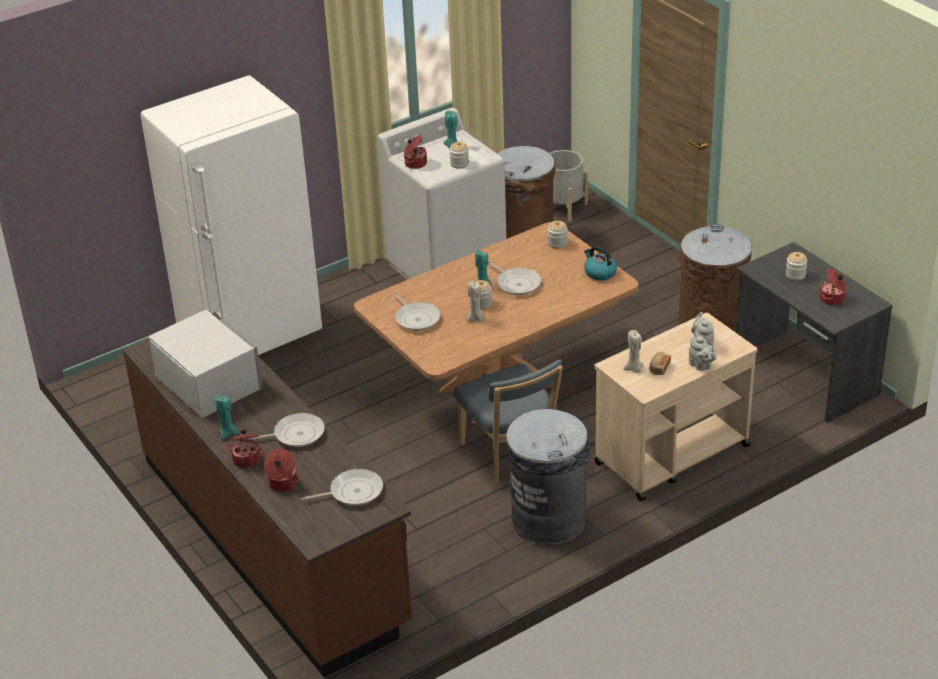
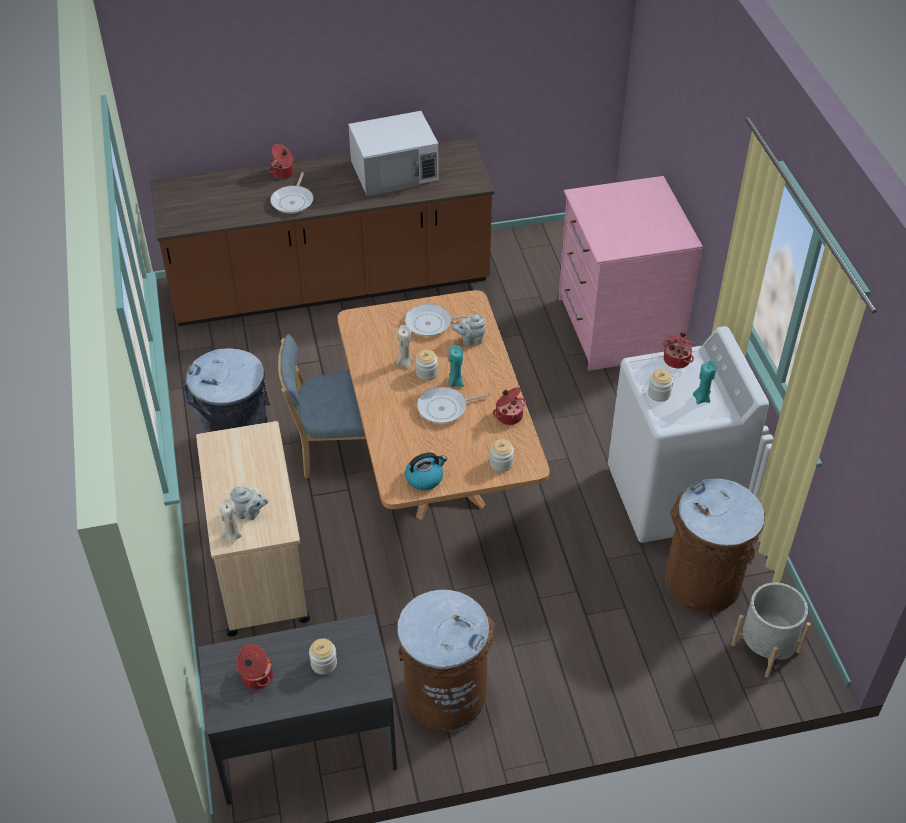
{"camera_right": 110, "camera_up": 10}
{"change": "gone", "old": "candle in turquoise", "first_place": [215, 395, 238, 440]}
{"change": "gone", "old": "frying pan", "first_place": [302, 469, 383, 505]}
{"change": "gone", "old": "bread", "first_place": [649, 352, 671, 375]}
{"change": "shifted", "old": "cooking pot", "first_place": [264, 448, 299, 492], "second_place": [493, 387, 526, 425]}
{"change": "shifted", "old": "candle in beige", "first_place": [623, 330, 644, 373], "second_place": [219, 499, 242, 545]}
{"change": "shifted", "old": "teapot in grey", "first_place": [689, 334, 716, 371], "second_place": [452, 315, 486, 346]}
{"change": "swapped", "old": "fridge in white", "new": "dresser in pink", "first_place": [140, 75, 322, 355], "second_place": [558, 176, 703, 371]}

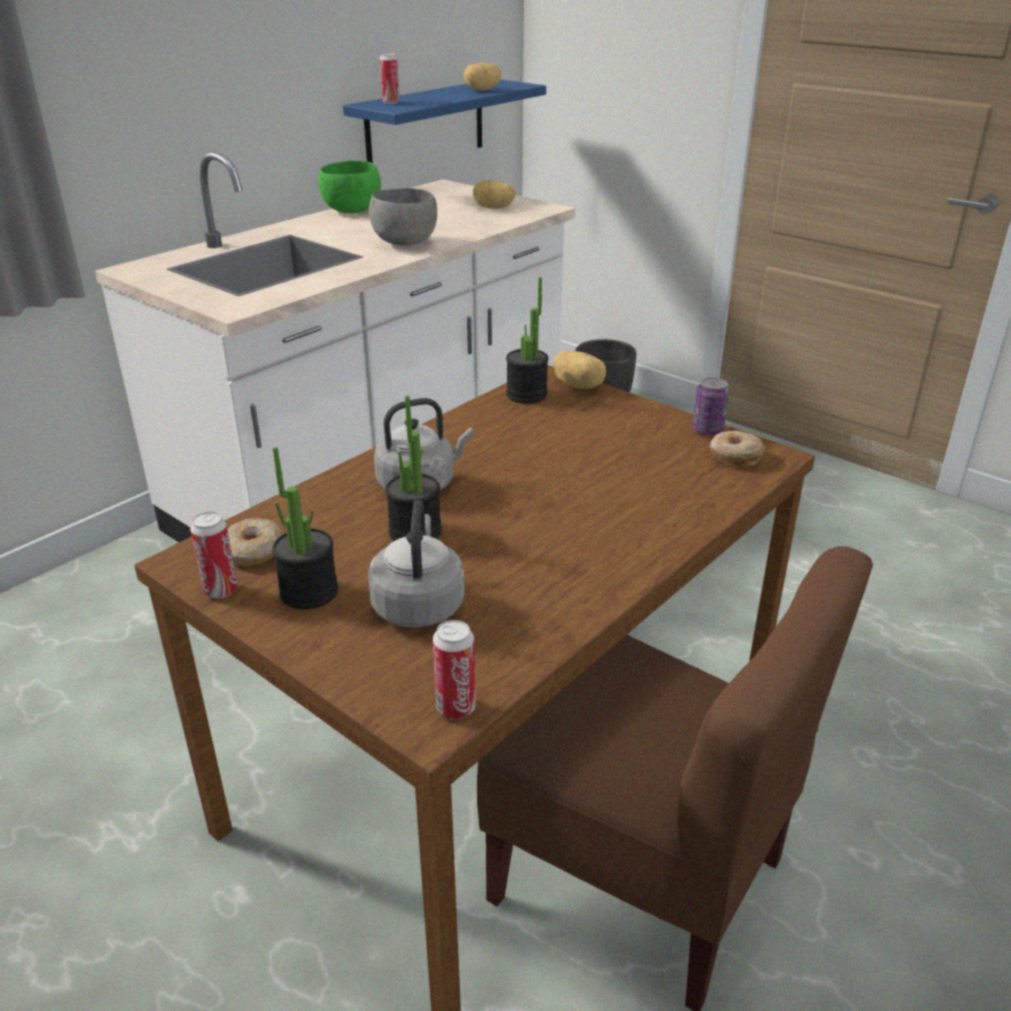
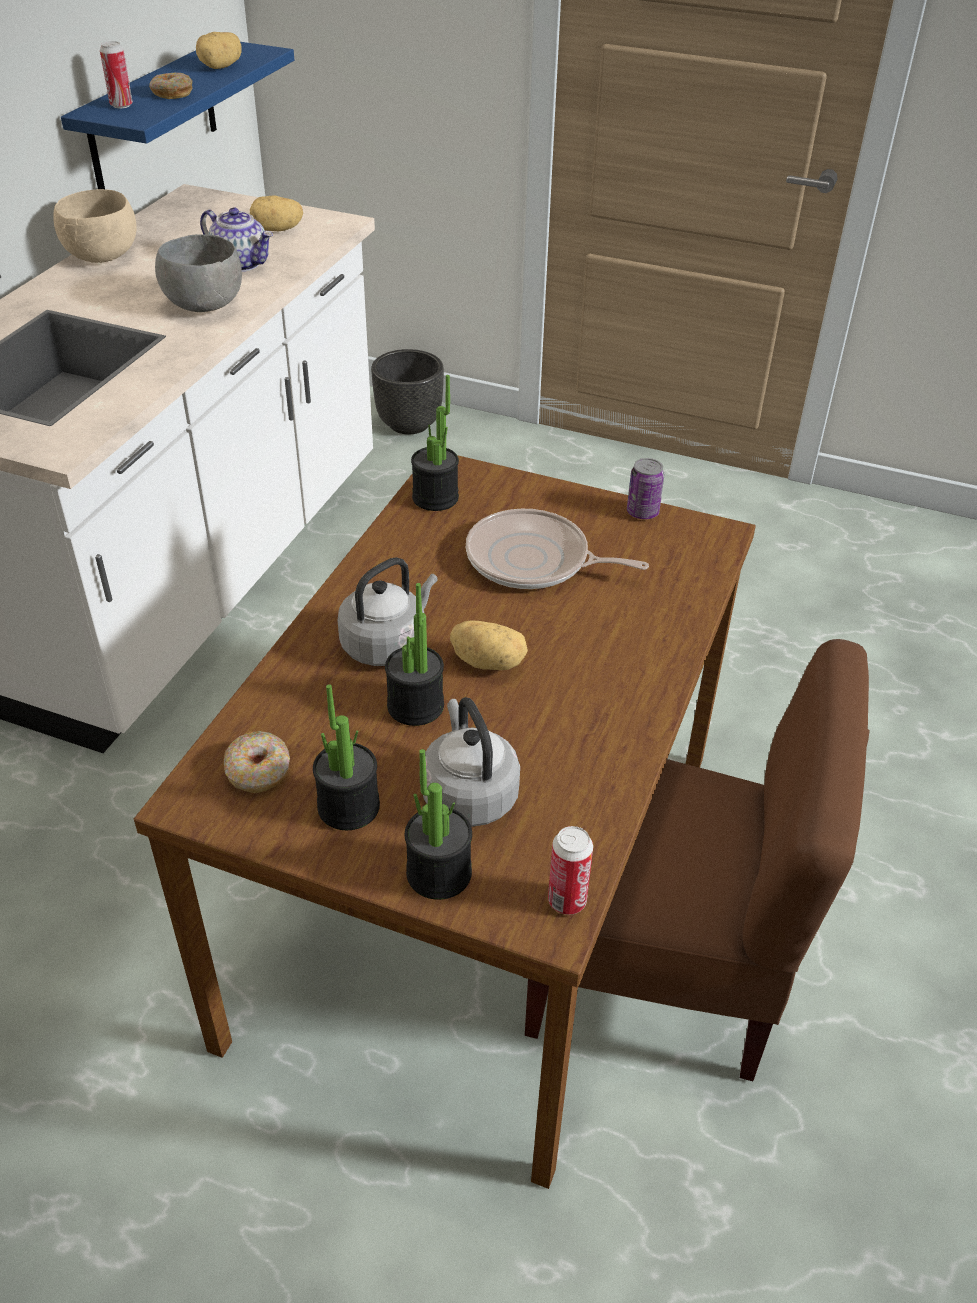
{"camera_right": -20, "camera_up": 10}
{"change": "gone", "old": "can", "first_place": [190, 512, 238, 598]}
{"change": "new", "new": "teapot", "second_place": [200, 208, 273, 272]}
{"change": "new", "new": "potted plant", "second_place": [405, 749, 472, 900]}
{"change": "new", "new": "frying pan", "second_place": [466, 509, 649, 589]}
{"change": "shifted", "old": "potato", "first_place": [553, 350, 606, 389], "second_place": [450, 620, 528, 670]}
{"change": "shifted", "old": "donut", "first_place": [710, 431, 765, 467], "second_place": [149, 73, 192, 99]}
{"change": "repainted", "old": "bowl in green", "new": "bowl in beige", "first_place": [319, 161, 381, 214], "second_place": [53, 189, 137, 263]}

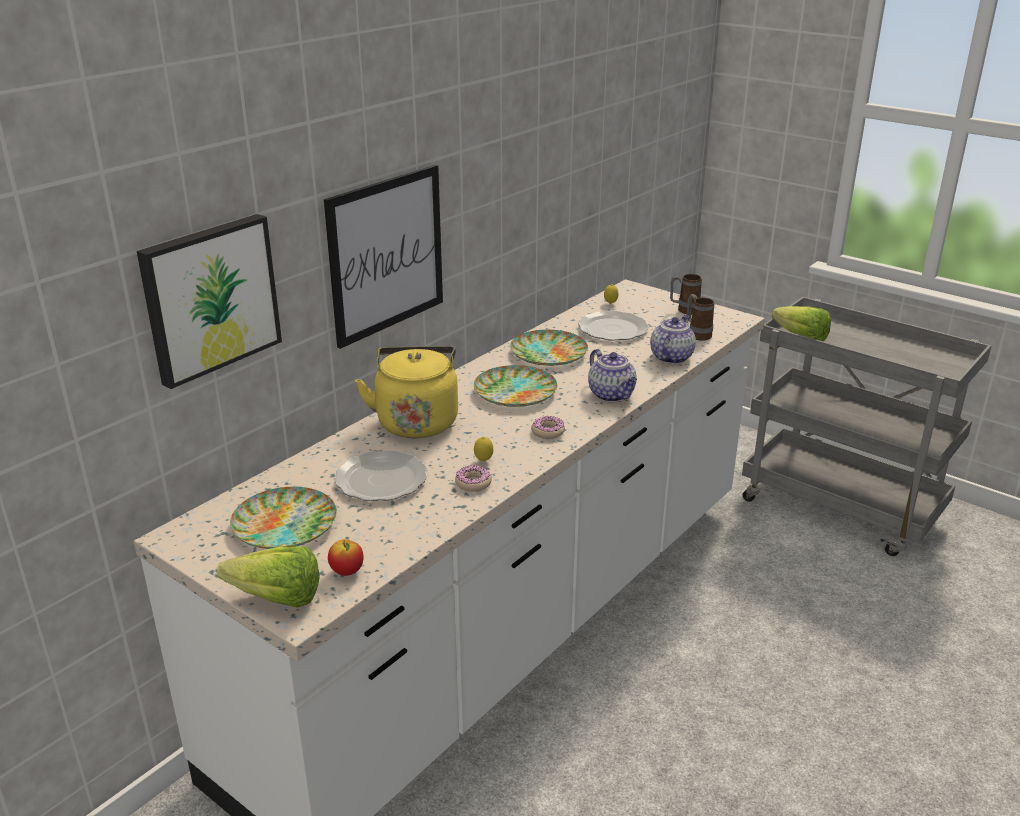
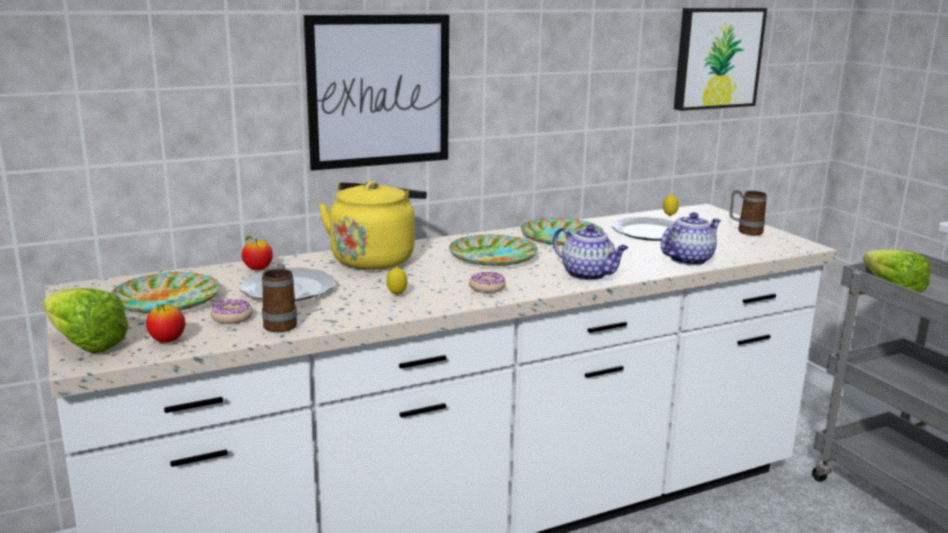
{"camera_right": 25, "camera_up": -10}
{"change": "new", "new": "apple", "second_place": [242, 236, 273, 270]}
{"change": "shifted", "old": "picture", "first_place": [137, 214, 282, 389], "second_place": [674, 8, 767, 111]}
{"change": "shifted", "old": "donut", "first_place": [455, 465, 492, 492], "second_place": [211, 299, 253, 324]}
{"change": "shifted", "old": "mug", "first_place": [687, 294, 714, 341], "second_place": [262, 263, 297, 332]}
{"change": "rotated", "old": "teapot", "first_place": [588, 349, 637, 402], "second_place": [553, 224, 628, 281], "degrees": -45}

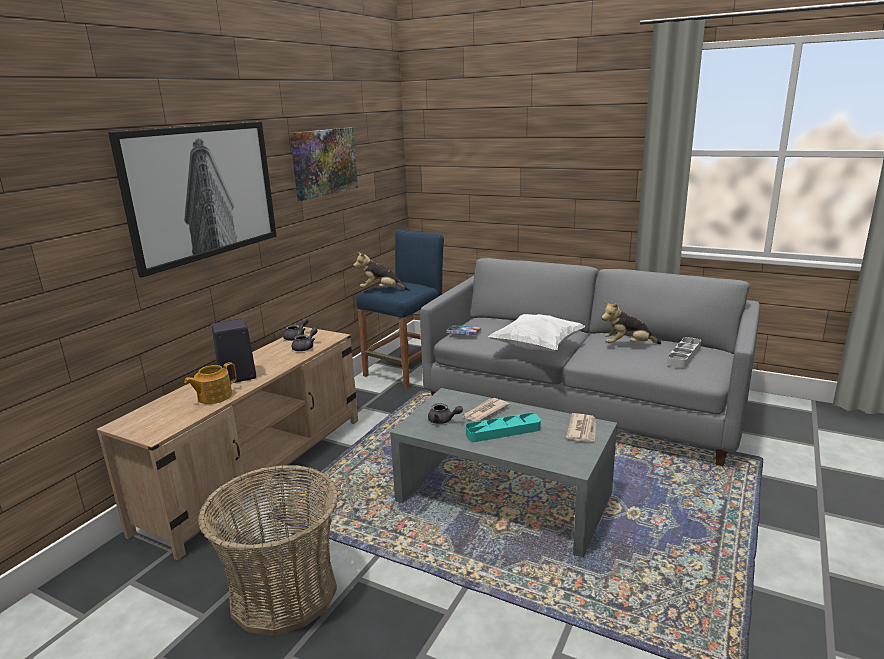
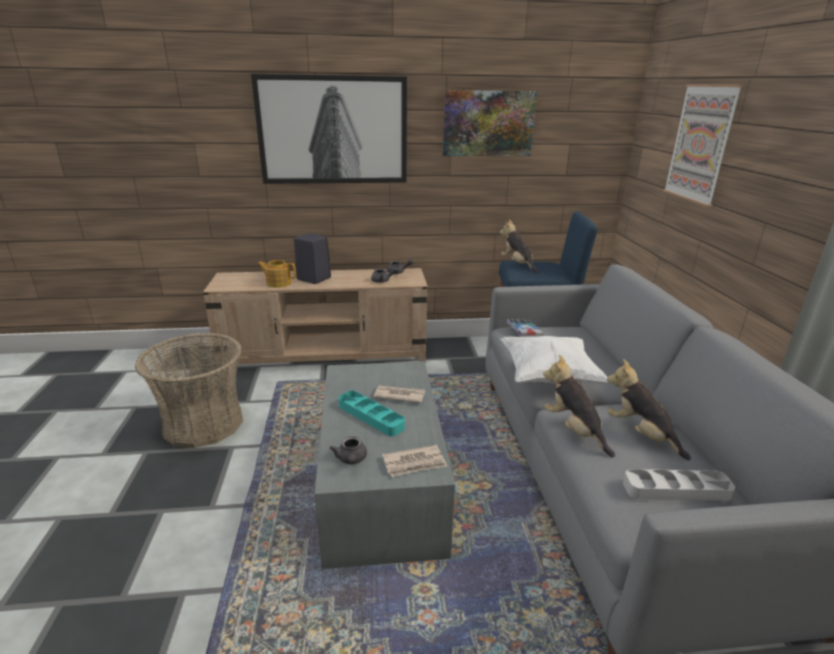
{"camera_right": 55, "camera_up": 5}
{"change": "new", "new": "plush toy", "second_place": [543, 355, 615, 457]}
{"change": "new", "new": "picture", "second_place": [663, 84, 744, 207]}
{"change": "shifted", "old": "teapot in grey", "first_place": [428, 403, 463, 424], "second_place": [330, 436, 367, 464]}

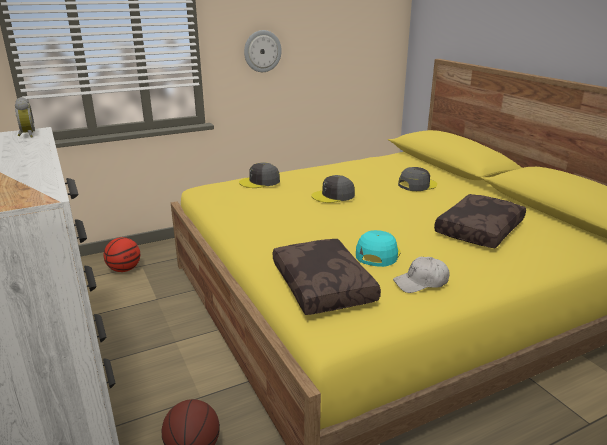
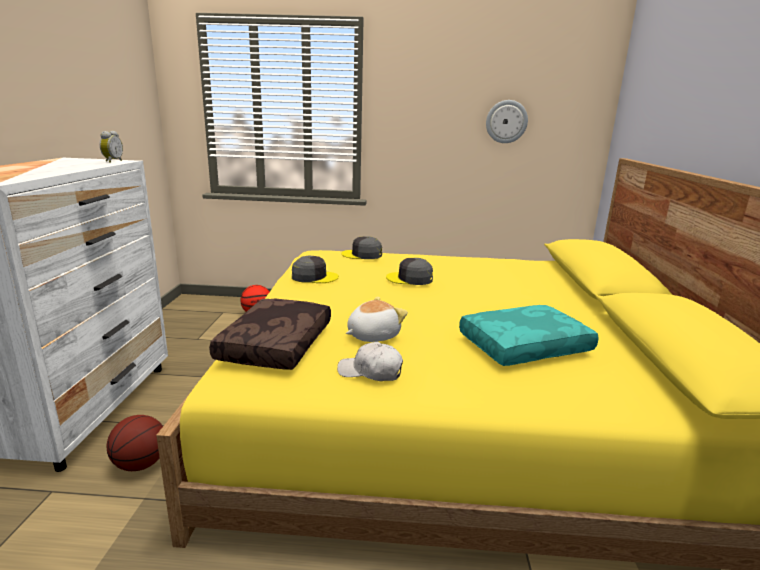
{"camera_right": 30, "camera_up": -5}
{"change": "shifted", "old": "wall clock", "first_place": [244, 30, 282, 72], "second_place": [486, 100, 528, 143]}
{"change": "shifted", "old": "cap in grey", "first_place": [398, 167, 437, 191], "second_place": [292, 256, 339, 283]}
{"change": "swapped", "old": "cap in turquoise", "new": "plush toy", "first_place": [356, 230, 401, 267], "second_place": [346, 297, 408, 342]}
{"change": "repainted", "old": "pillow in brown", "new": "pillow in turquoise", "first_place": [434, 194, 526, 248], "second_place": [459, 305, 599, 366]}

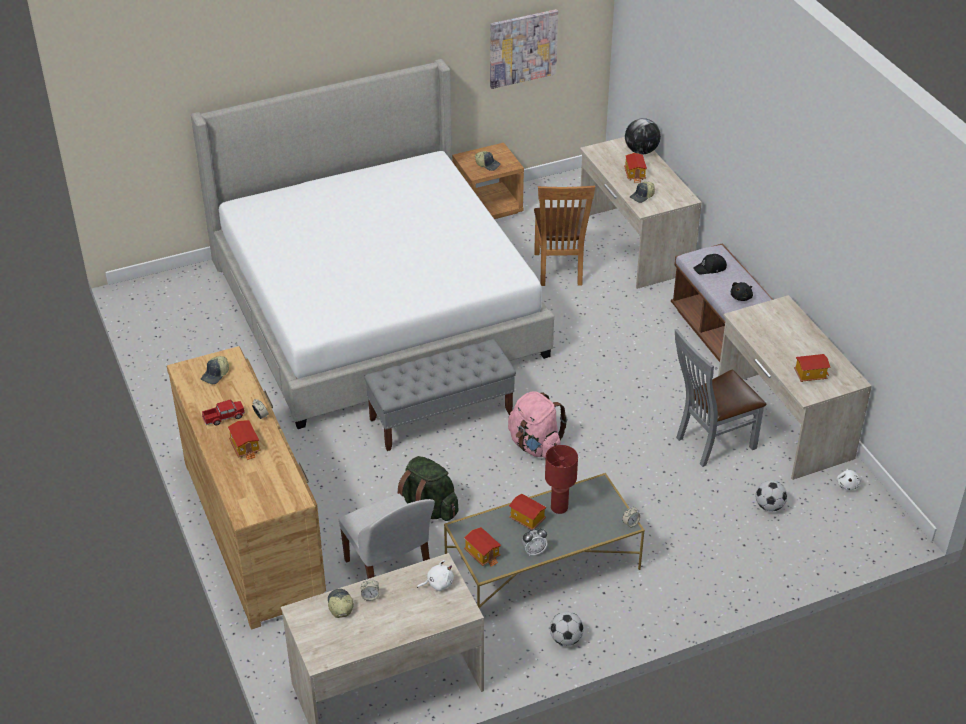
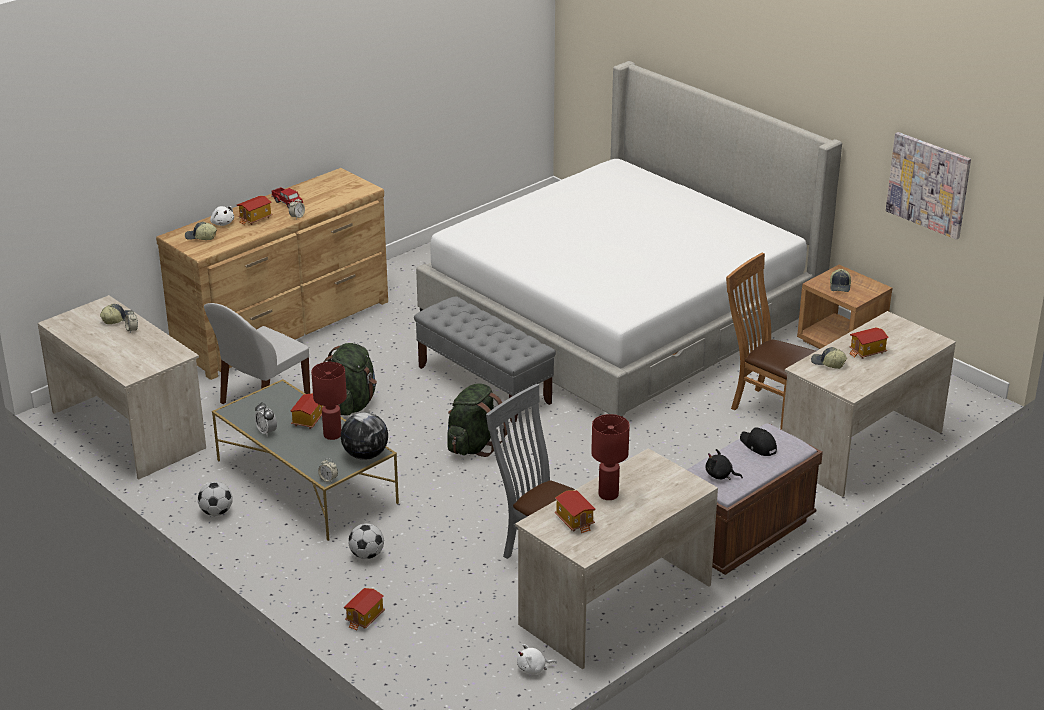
{"camera_right": 70, "camera_up": -10}
{"change": "new", "new": "table lamp in red", "second_place": [591, 414, 630, 500]}
{"change": "shifted", "old": "cap", "first_place": [201, 356, 229, 384], "second_place": [185, 222, 217, 240]}
{"change": "shifted", "old": "plush toy in white", "first_place": [417, 560, 454, 591], "second_place": [210, 206, 234, 226]}
{"change": "shifted", "old": "toy house", "first_place": [464, 527, 501, 567], "second_place": [344, 588, 385, 631]}
{"change": "shifted", "old": "globe", "first_place": [625, 118, 661, 154], "second_place": [341, 412, 388, 460]}
{"change": "shifted", "old": "football", "first_place": [756, 480, 787, 512], "second_place": [348, 523, 384, 559]}
{"change": "repainted", "old": "backpack in pink", "new": "backpack in green", "first_place": [508, 391, 567, 458], "second_place": [447, 383, 507, 457]}
{"change": "rotated", "old": "chair in brown", "first_place": [534, 186, 595, 286], "second_place": [726, 253, 816, 430], "degrees": 60}

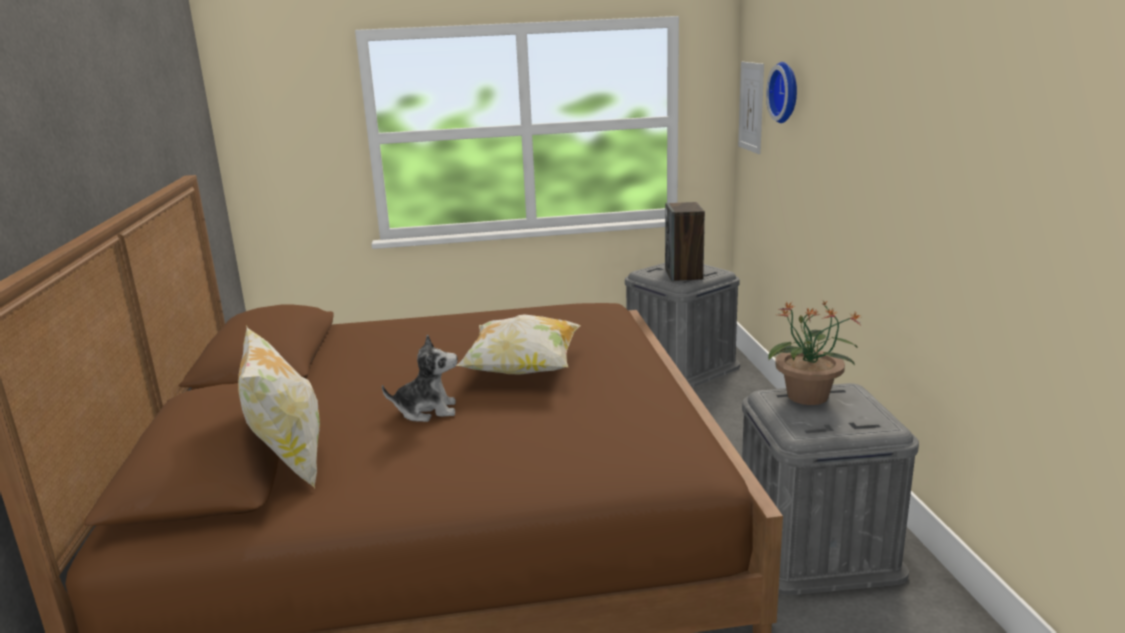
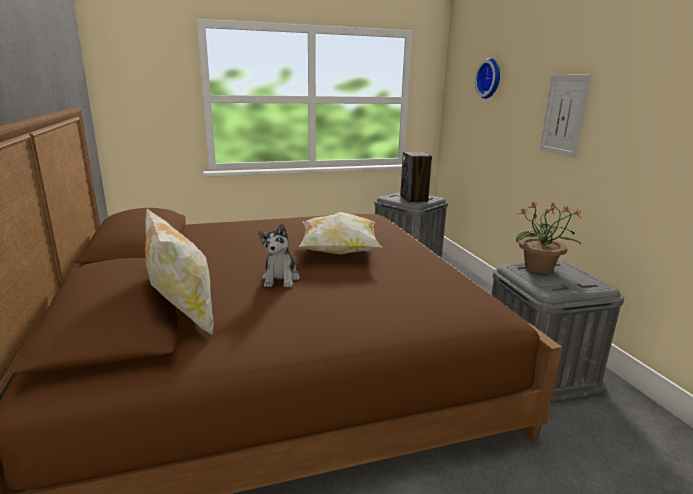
{"camera_right": -10, "camera_up": 0}
{"change": "shifted", "old": "picture", "first_place": [738, 62, 764, 154], "second_place": [540, 75, 592, 158]}
{"change": "rotated", "old": "plush toy", "first_place": [382, 335, 457, 422], "second_place": [258, 224, 300, 287], "degrees": 105}

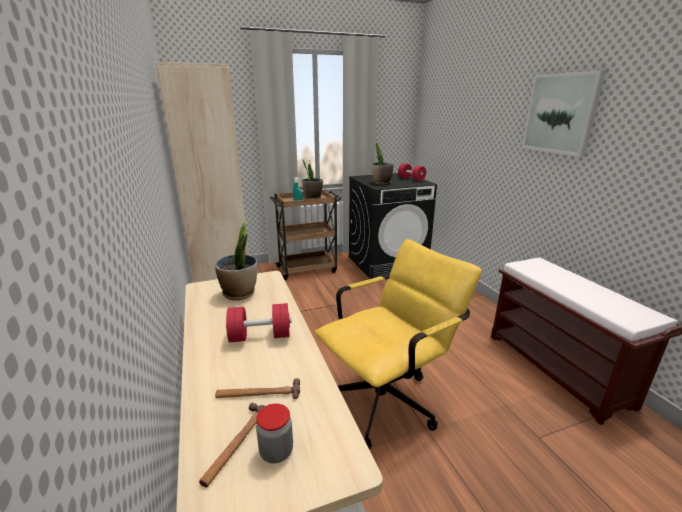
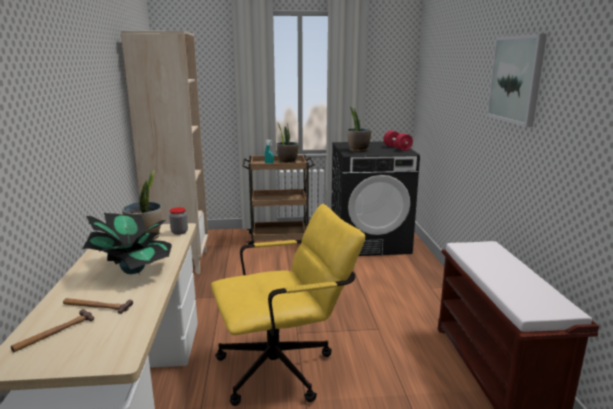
{"camera_right": 15, "camera_up": -5}
{"change": "shifted", "old": "jar", "first_place": [256, 404, 293, 463], "second_place": [169, 207, 188, 235]}
{"change": "swapped", "old": "dumbbell in red", "new": "potted plant", "first_place": [226, 303, 291, 342], "second_place": [83, 213, 172, 275]}

